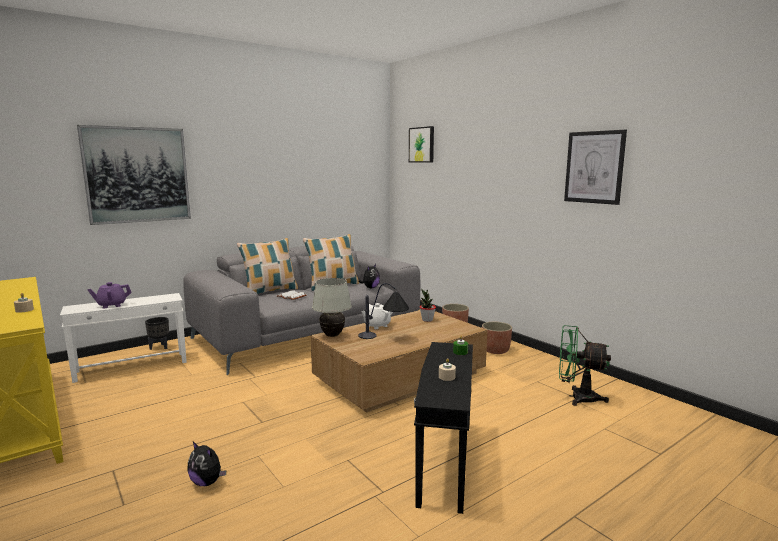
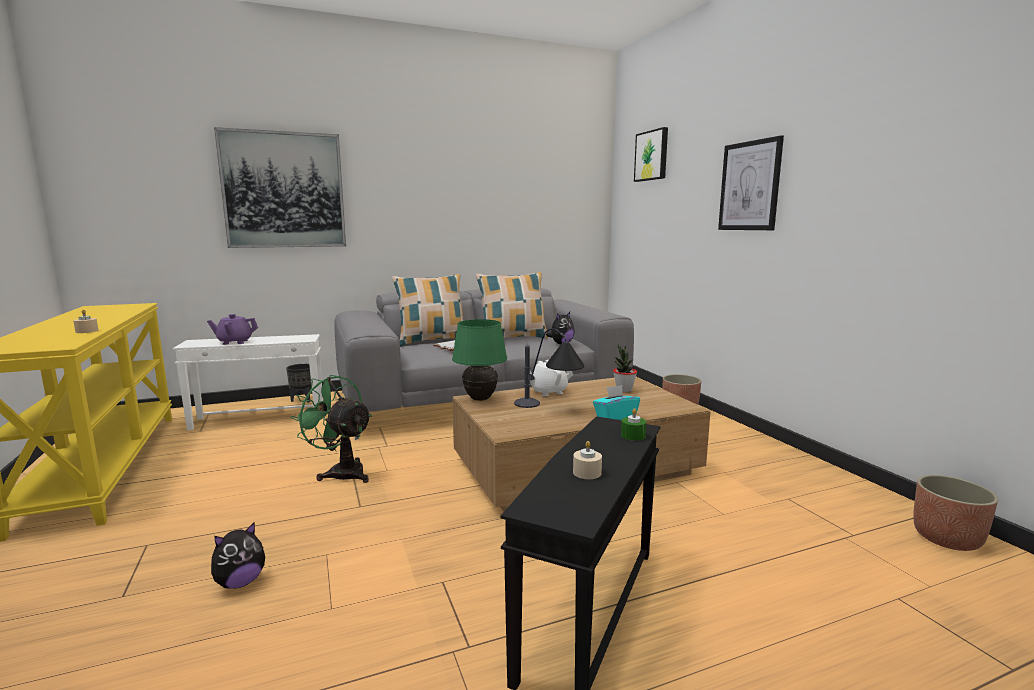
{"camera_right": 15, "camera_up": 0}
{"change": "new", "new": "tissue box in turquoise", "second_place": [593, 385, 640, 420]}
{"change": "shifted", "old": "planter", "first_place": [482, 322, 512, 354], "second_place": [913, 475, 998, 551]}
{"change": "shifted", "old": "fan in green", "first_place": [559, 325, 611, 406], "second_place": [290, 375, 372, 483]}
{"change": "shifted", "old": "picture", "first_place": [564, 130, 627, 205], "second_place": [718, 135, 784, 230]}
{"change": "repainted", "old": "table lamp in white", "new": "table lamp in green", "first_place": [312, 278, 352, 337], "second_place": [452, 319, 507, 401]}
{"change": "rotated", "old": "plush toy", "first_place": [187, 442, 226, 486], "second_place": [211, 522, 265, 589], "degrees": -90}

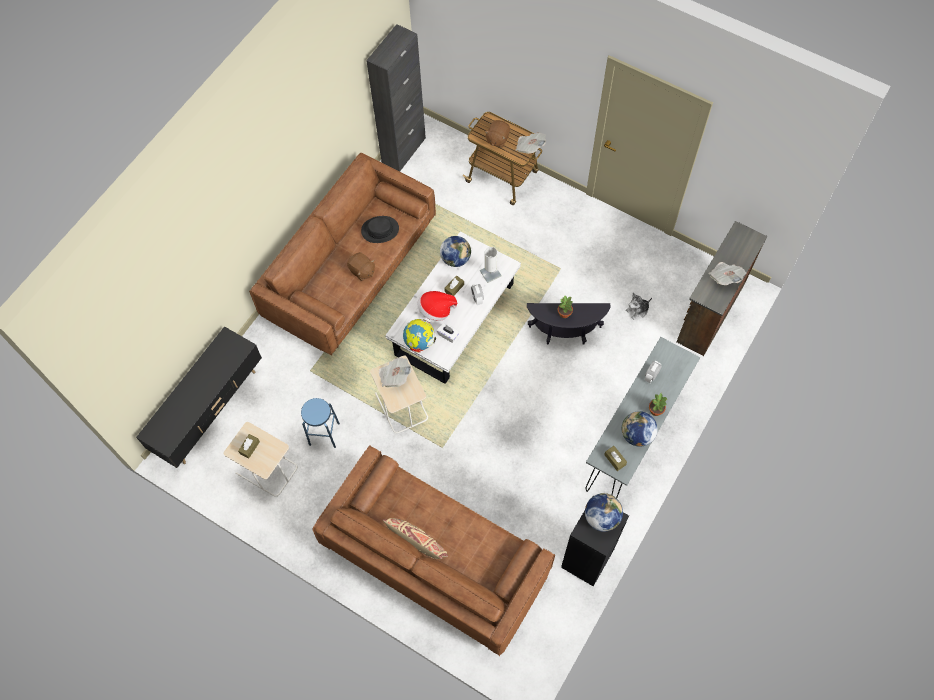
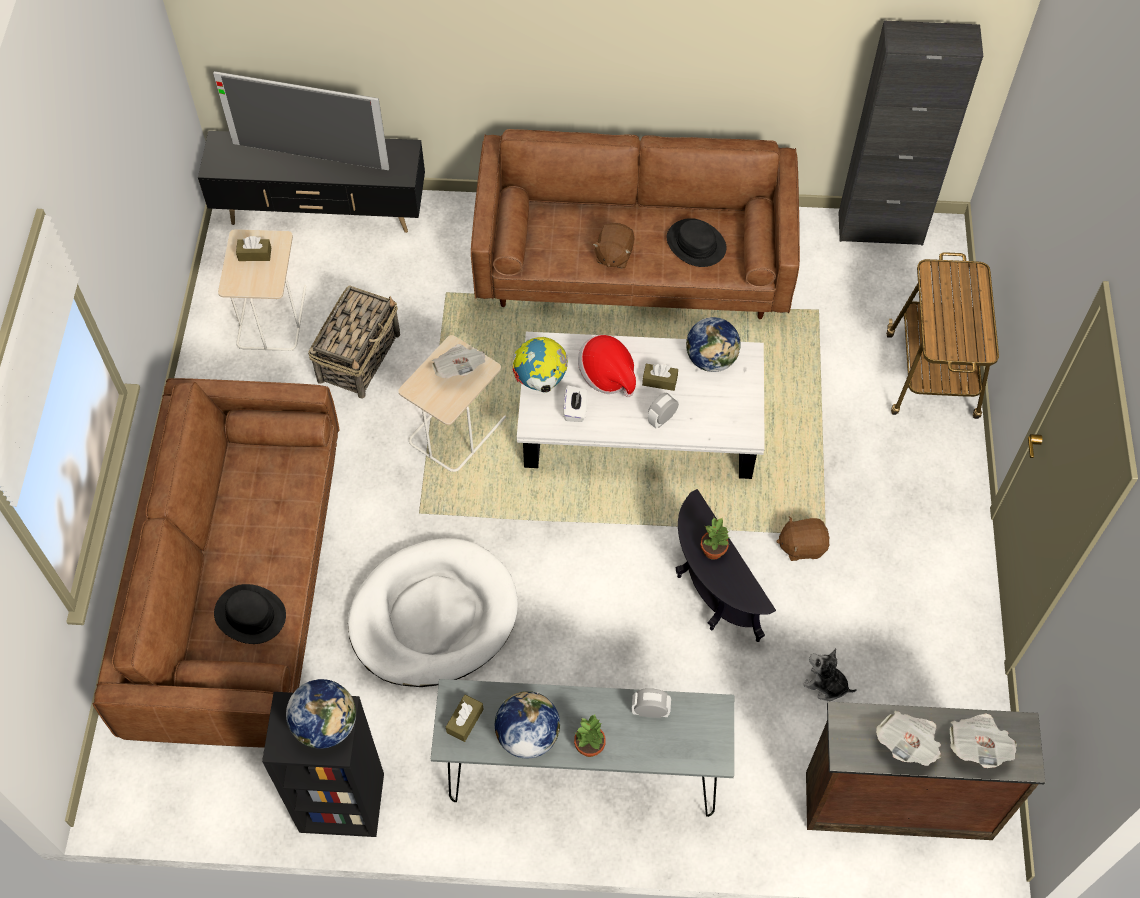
{"camera_right": 60, "camera_up": -5}
{"change": "gone", "old": "pillow in beige", "first_place": [383, 518, 448, 559]}
{"change": "gone", "old": "table lamp in white", "first_place": [480, 247, 502, 283]}
{"change": "new", "new": "television", "second_place": [213, 71, 389, 170]}
{"change": "new", "new": "hat in black", "second_place": [214, 584, 286, 644]}
{"change": "new", "new": "dog bed in white", "second_place": [348, 538, 518, 687]}
{"change": "shifted", "old": "plush toy in brown", "first_place": [485, 120, 510, 147], "second_place": [776, 516, 829, 561]}
{"change": "shifted", "old": "newspaper", "first_place": [515, 132, 546, 154], "second_place": [949, 713, 1017, 768]}
{"change": "swapped", "old": "stool in blue", "new": "basket", "first_place": [301, 398, 340, 448], "second_place": [308, 285, 400, 399]}

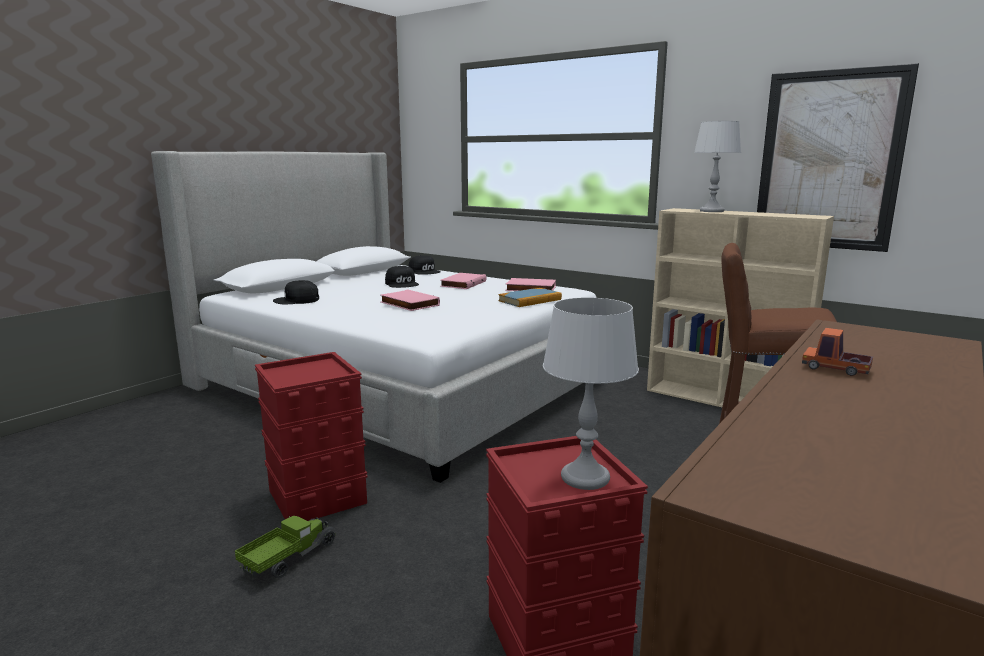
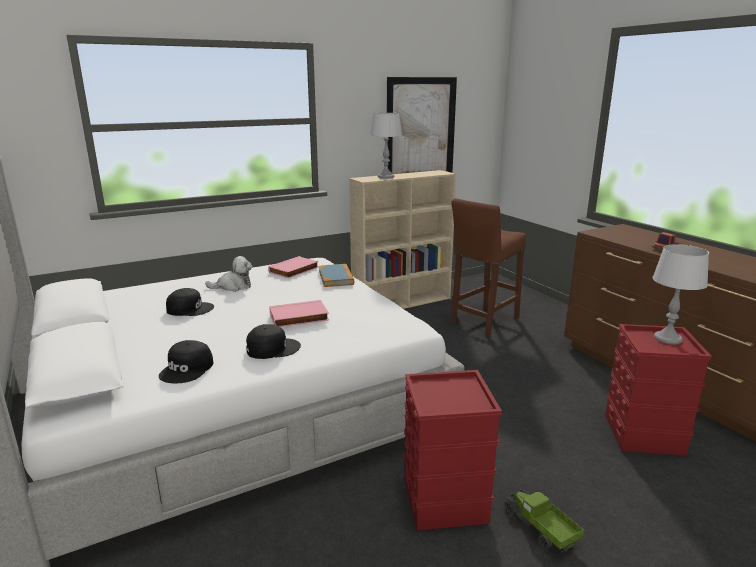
{"camera_right": -65, "camera_up": 5}
{"change": "shifted", "old": "cap in black", "first_place": [408, 255, 441, 275], "second_place": [246, 324, 301, 359]}
{"change": "swapped", "old": "book in pink", "new": "plush toy", "first_place": [440, 273, 486, 289], "second_place": [205, 256, 253, 292]}

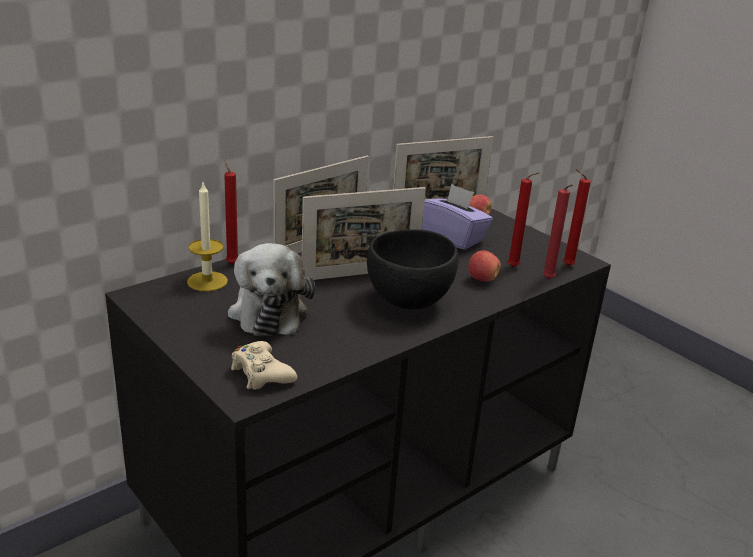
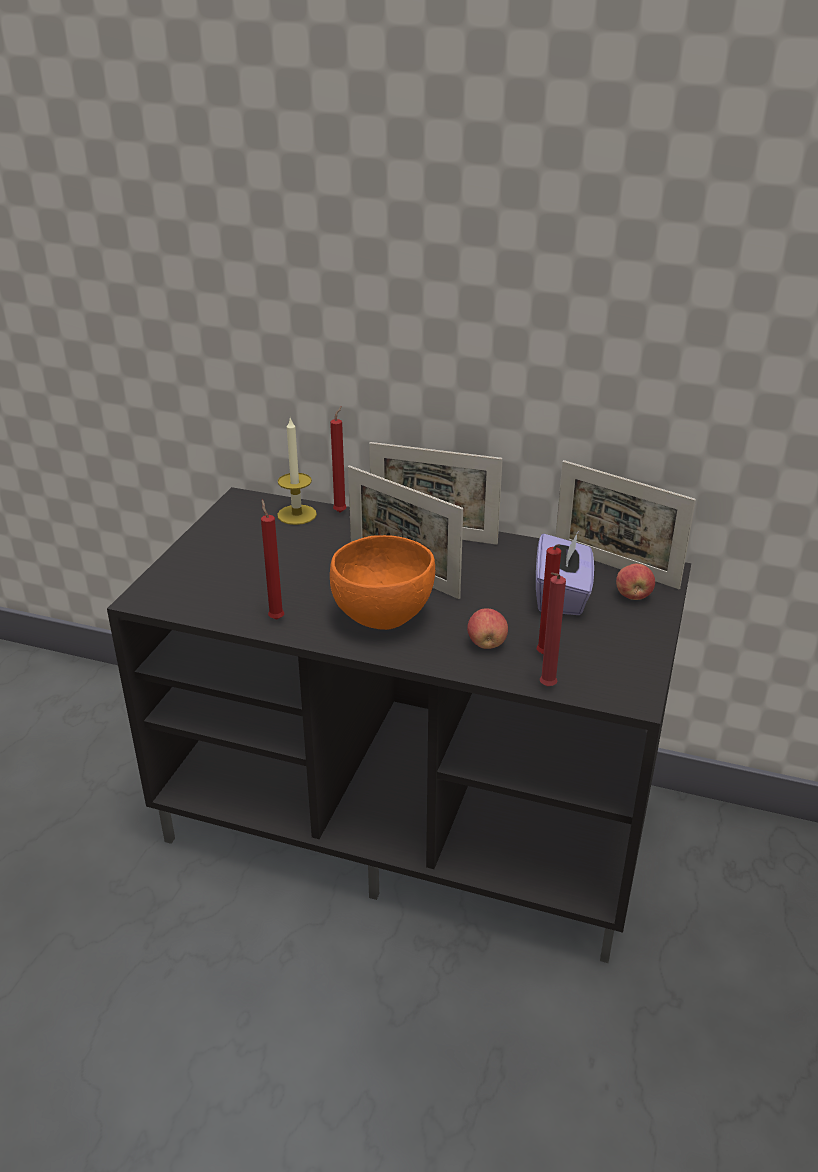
{"camera_right": 60, "camera_up": 5}
{"change": "gone", "old": "plush toy", "first_place": [228, 243, 315, 336]}
{"change": "gone", "old": "game controller in beige", "first_place": [231, 341, 297, 390]}
{"change": "shifted", "old": "candle in red", "first_place": [563, 169, 591, 266], "second_place": [261, 500, 284, 620]}
{"change": "repainted", "old": "bowl in black", "new": "bowl in orange", "first_place": [367, 229, 458, 310], "second_place": [330, 535, 435, 630]}

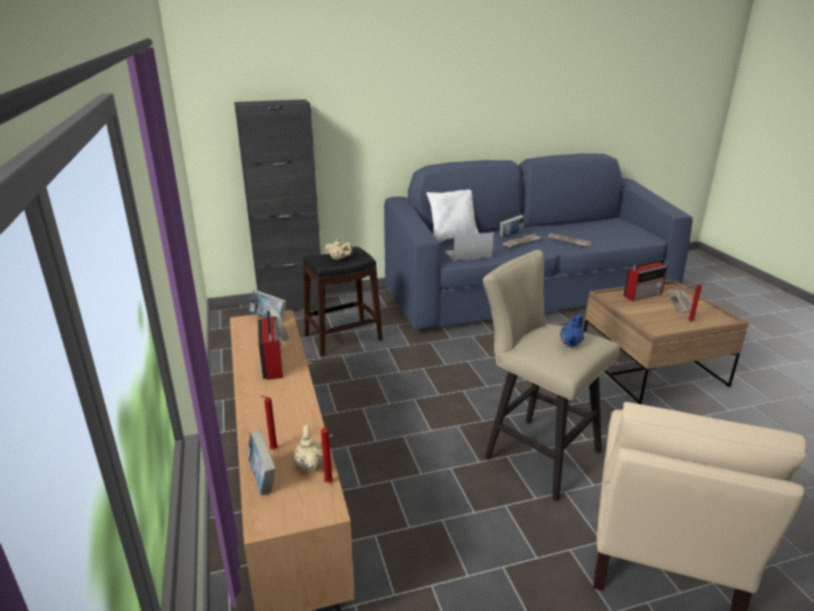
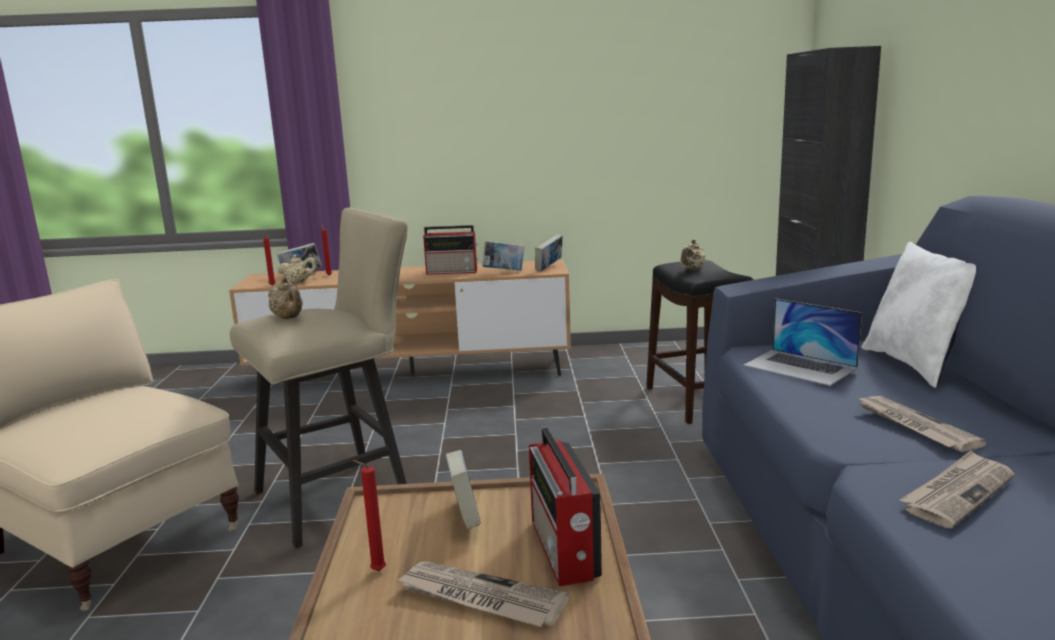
{"camera_right": 105, "camera_up": -10}
{"change": "shifted", "old": "book", "first_place": [500, 215, 524, 238], "second_place": [446, 450, 481, 529]}
{"change": "repainted", "old": "teapot in blue", "new": "teapot in beige", "first_place": [560, 314, 584, 348], "second_place": [268, 277, 303, 319]}
{"change": "rotated", "old": "laptop", "first_place": [445, 232, 494, 261], "second_place": [743, 299, 862, 386], "degrees": 135}

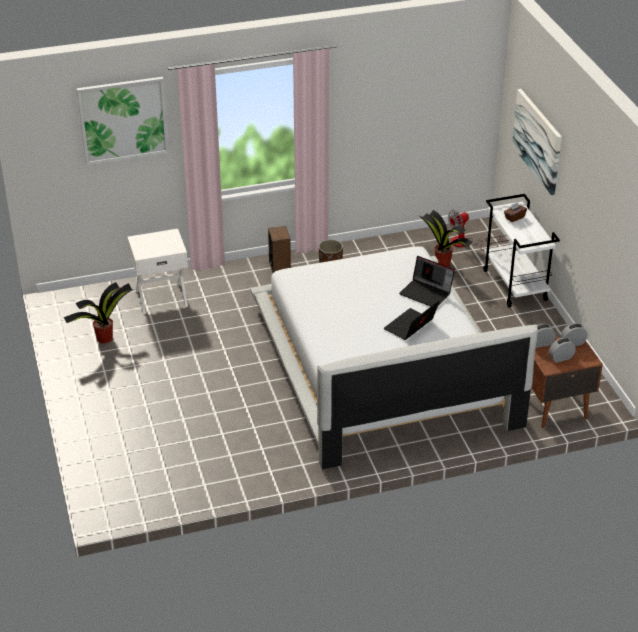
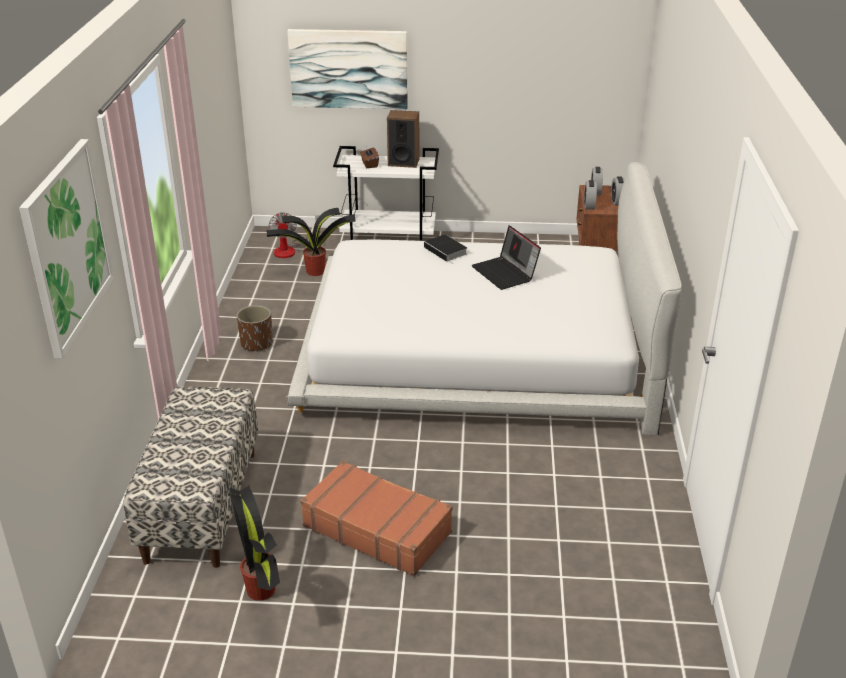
{"camera_right": -70, "camera_up": -5}
{"change": "new", "new": "suitcase in brown", "second_place": [300, 461, 453, 576]}
{"change": "shifted", "old": "speaker", "first_place": [268, 226, 291, 273], "second_place": [387, 110, 419, 168]}
{"change": "swapped", "old": "nightstand in white", "new": "bench", "first_place": [128, 229, 188, 314], "second_place": [124, 387, 258, 568]}
{"change": "swapped", "old": "laptop", "new": "book", "first_place": [399, 256, 455, 306], "second_place": [424, 234, 467, 262]}

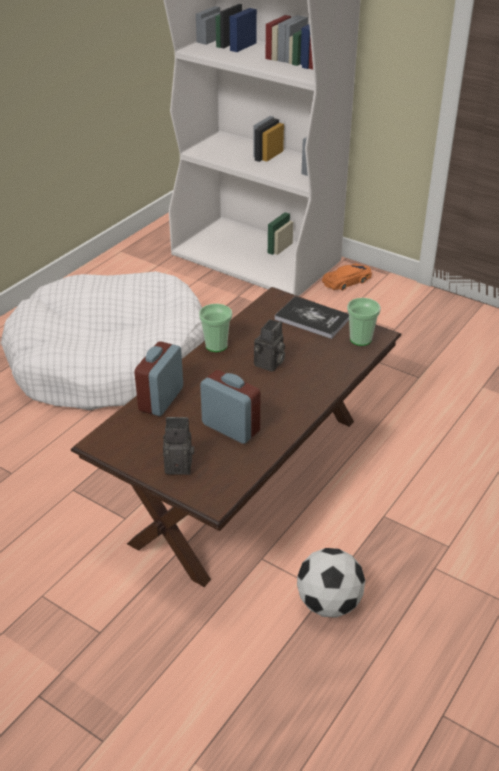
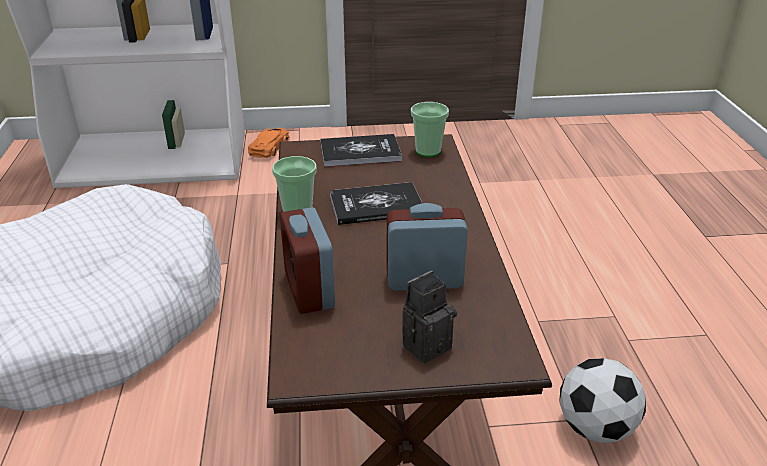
{"camera_right": -40, "camera_up": -5}
{"change": "swapped", "old": "photo camera", "new": "book", "first_place": [254, 319, 285, 372], "second_place": [330, 182, 422, 225]}

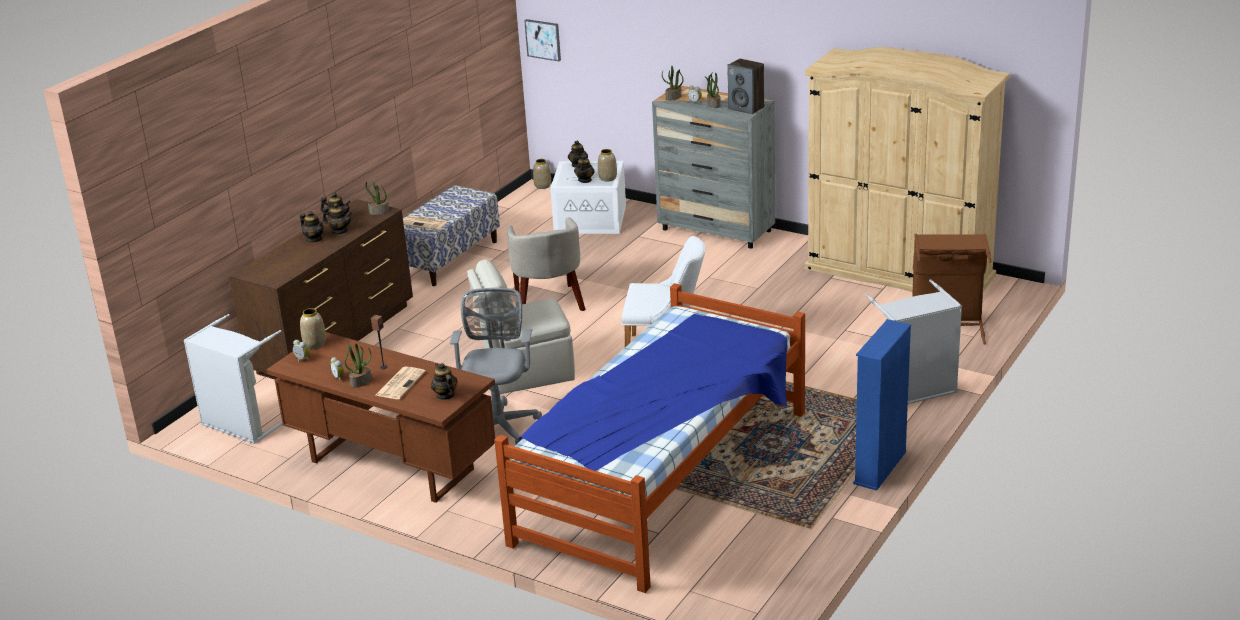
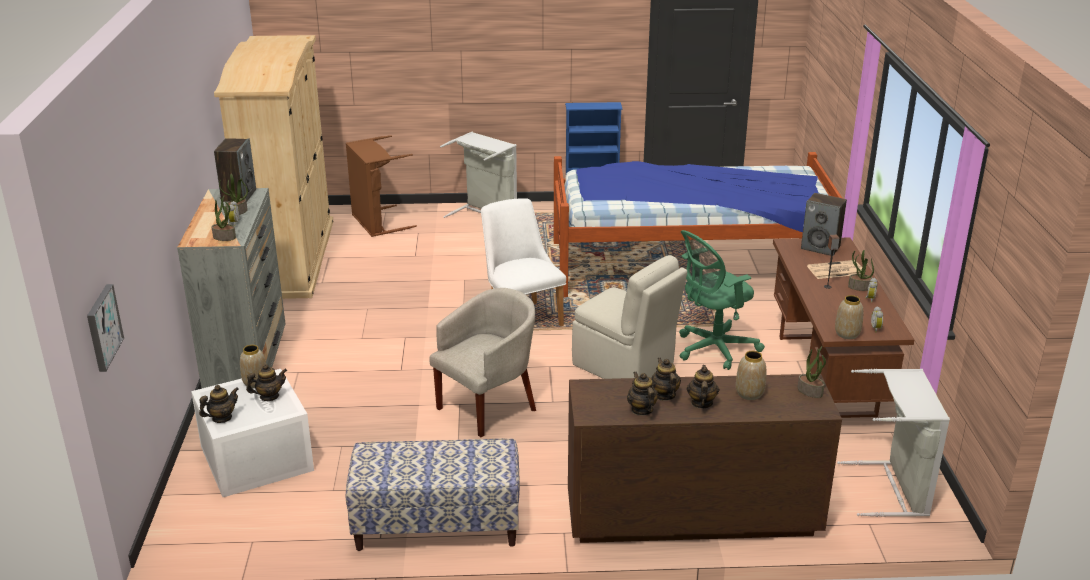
{"camera_right": -125, "camera_up": 0}
{"change": "gone", "old": "newspaper", "first_place": [403, 215, 448, 230]}
{"change": "shifted", "old": "potted plant", "first_place": [365, 179, 389, 215], "second_place": [798, 346, 826, 398]}
{"change": "shifted", "old": "vase", "first_place": [533, 159, 551, 189], "second_place": [736, 351, 766, 400]}
{"change": "swapped", "old": "teapot", "new": "speaker", "first_place": [431, 363, 458, 400], "second_place": [801, 193, 847, 256]}
{"change": "repainted", "old": "office chair in grey", "new": "office chair in green", "first_place": [450, 288, 542, 444], "second_place": [679, 230, 765, 370]}

